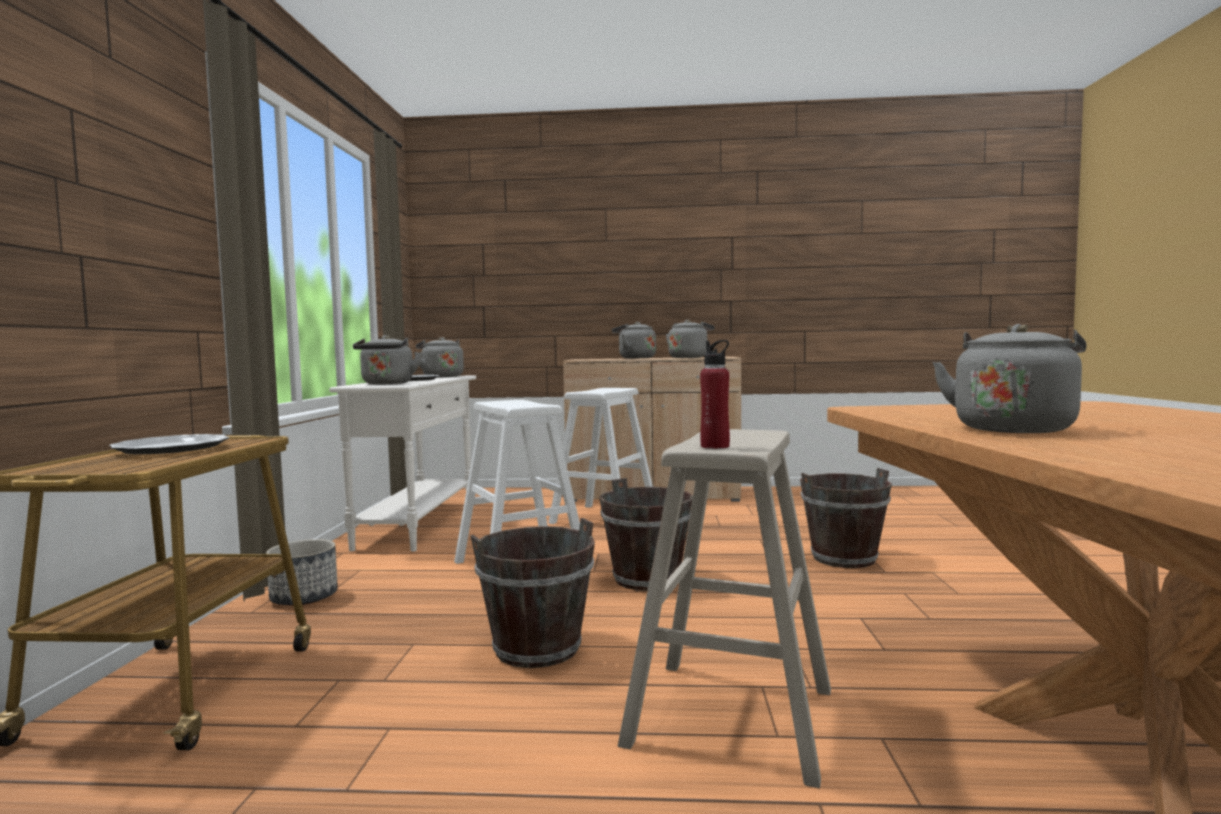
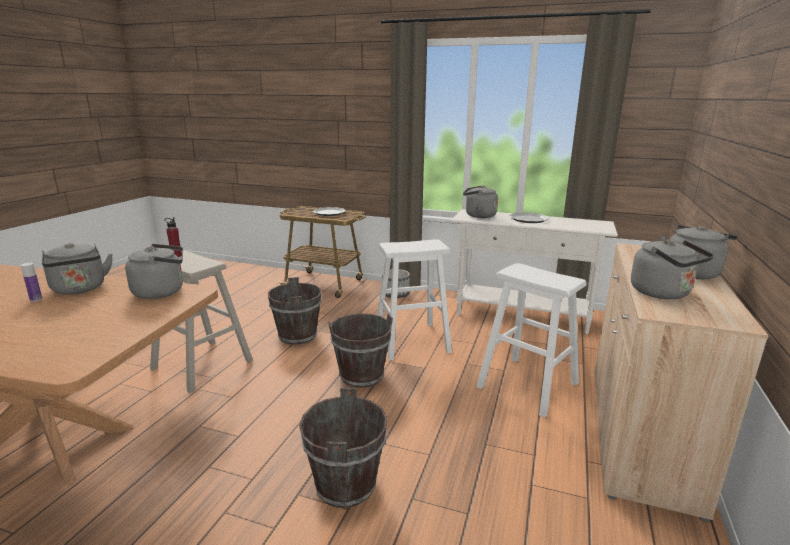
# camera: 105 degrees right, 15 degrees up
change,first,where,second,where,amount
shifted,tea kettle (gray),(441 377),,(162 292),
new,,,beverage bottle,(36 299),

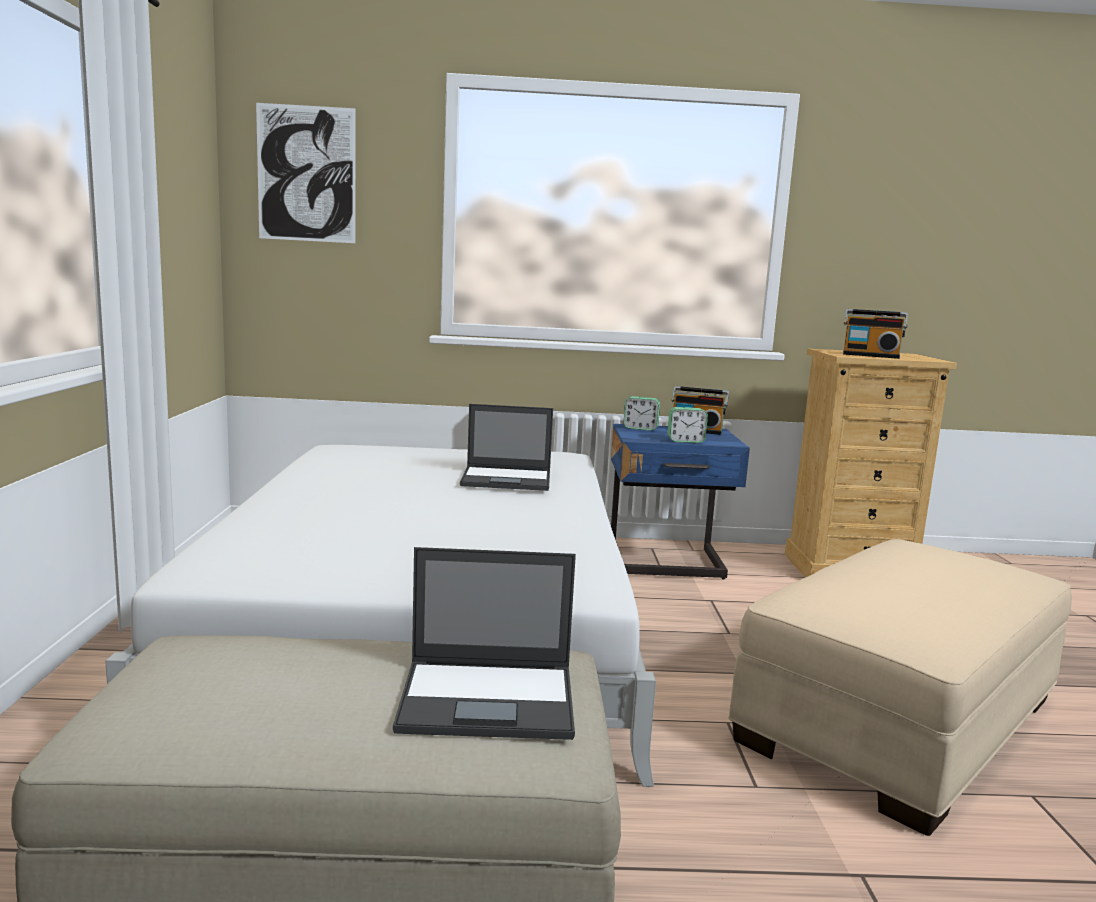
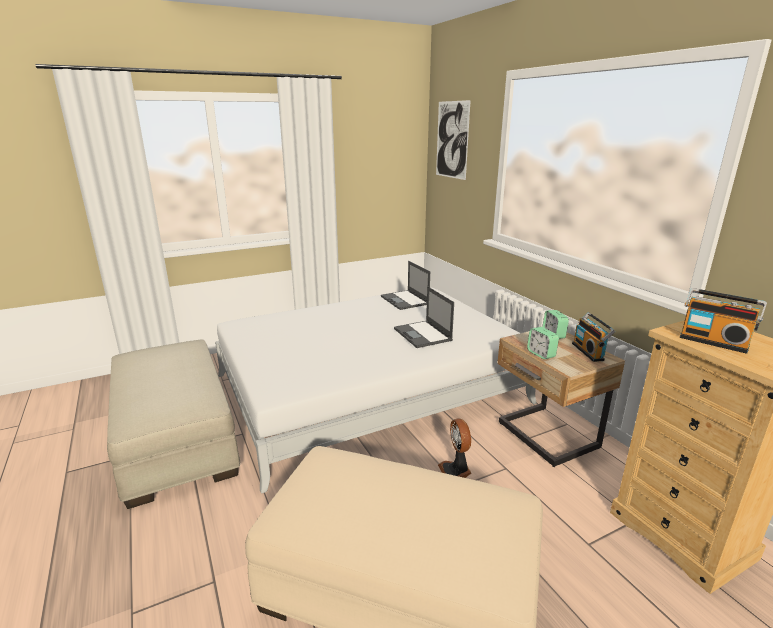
# camera: 65 degrees right, 10 degrees up
change,first,where,second,where,amount
shifted,portable computer,(490 699),,(405 300),
repainted,night table (bluish),(667 564),night table (sand-coloured),(545 436),
rotated,radio,(870 355),,(713 341),45 degrees counterclockwise
new,,,fan,(455 472),

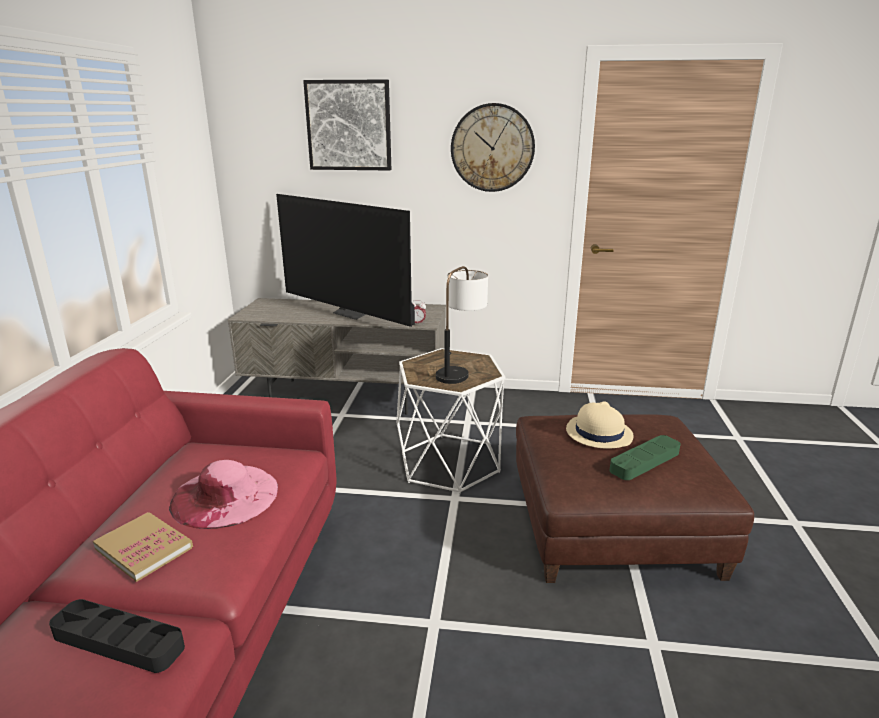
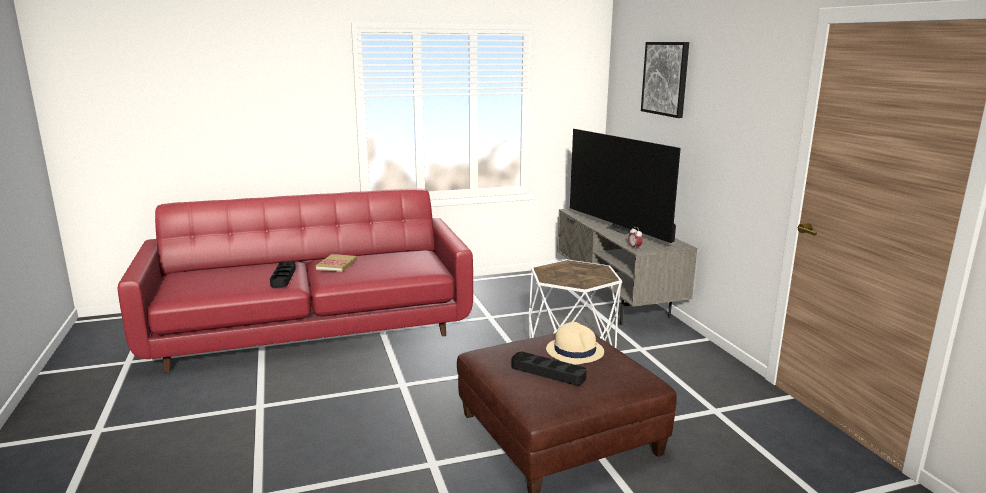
# camera: 65 degrees right, 5 degrees down
change,first,where,second,where,amount
gone,clothing hat (pink),(225 496),,,
rotated,TV set,(352 313),,(623 229),45 degrees counterclockwise
gone,tabletop lamp,(460 370),,,
gone,hanging clock,(492 148),,,
repainted,serving tray (green-coloured),(644 461),serving tray (black),(548 372),

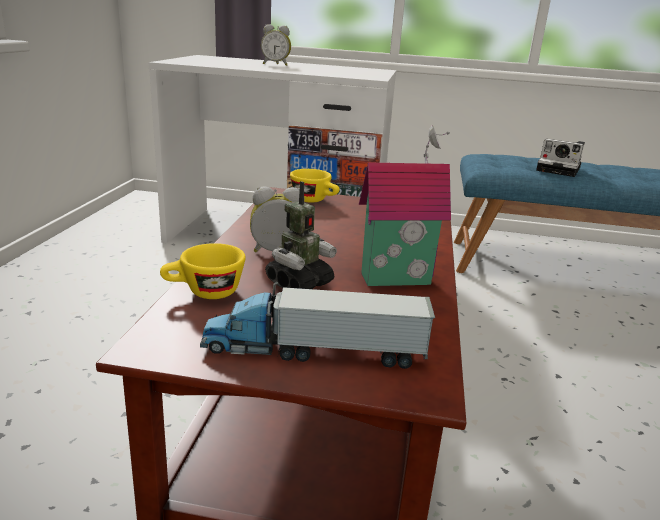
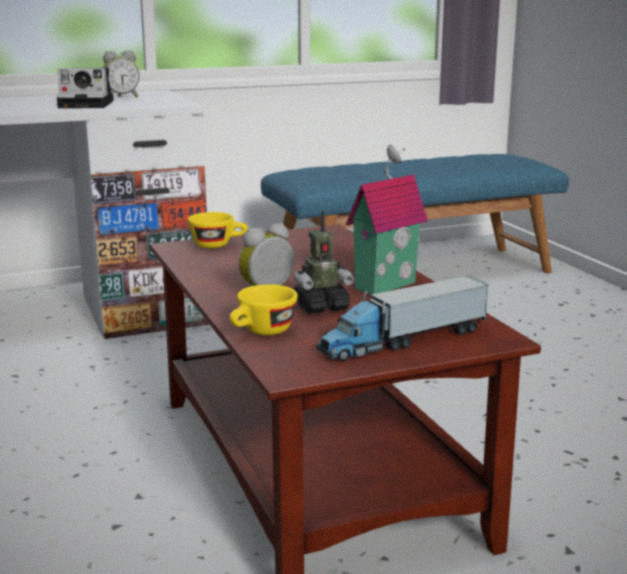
# camera: 30 degrees left, 5 degrees down
change,first,where,second,where,amount
shifted,alarm clock,(276 64),,(121 97),
rotated,model robot,(299 283),,(321 307),60 degrees clockwise
shifted,still camera,(560 169),,(89 104),

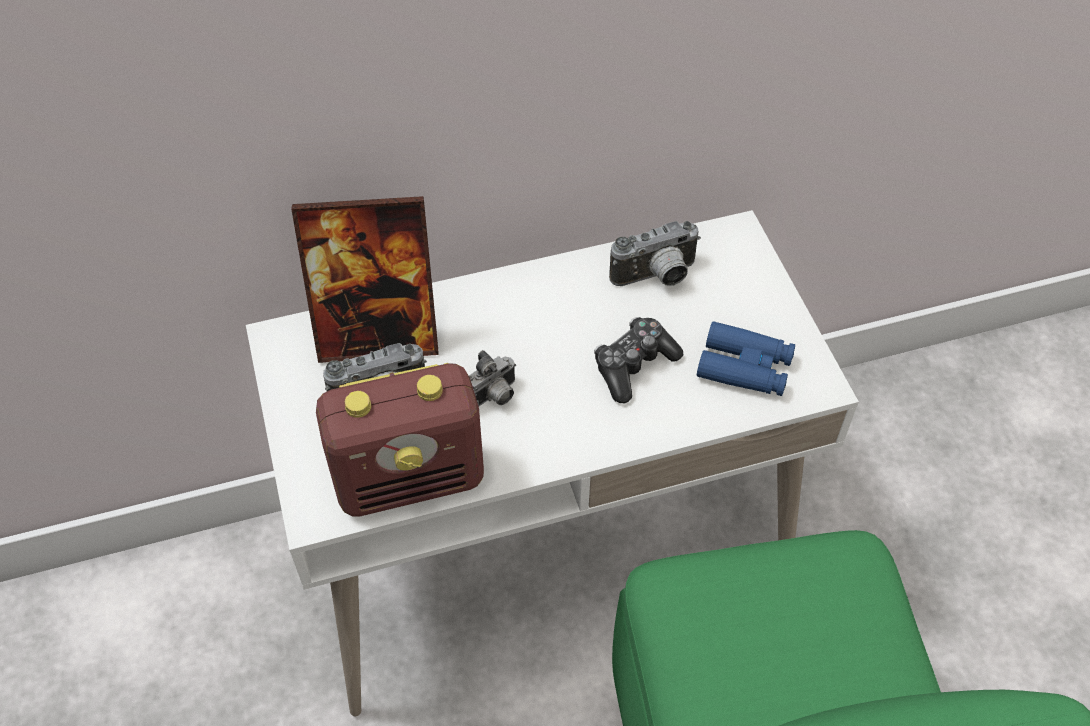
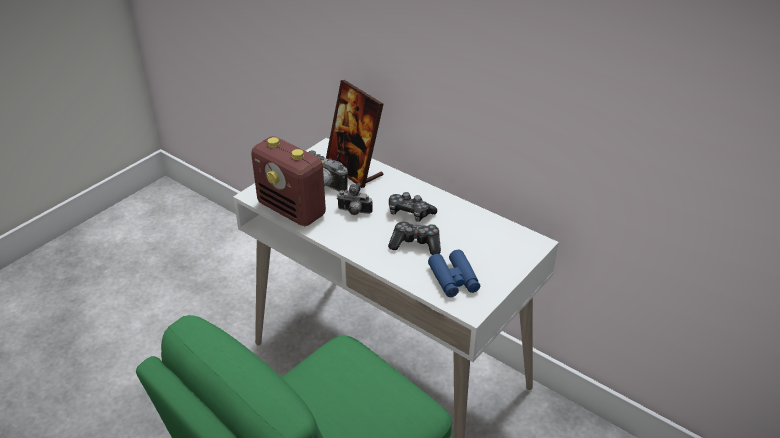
# camera: 55 degrees right, 15 degrees down
change,first,where,second,where,amount
gone,still camera,(657 277),,,
new,,,game controller,(410 213),

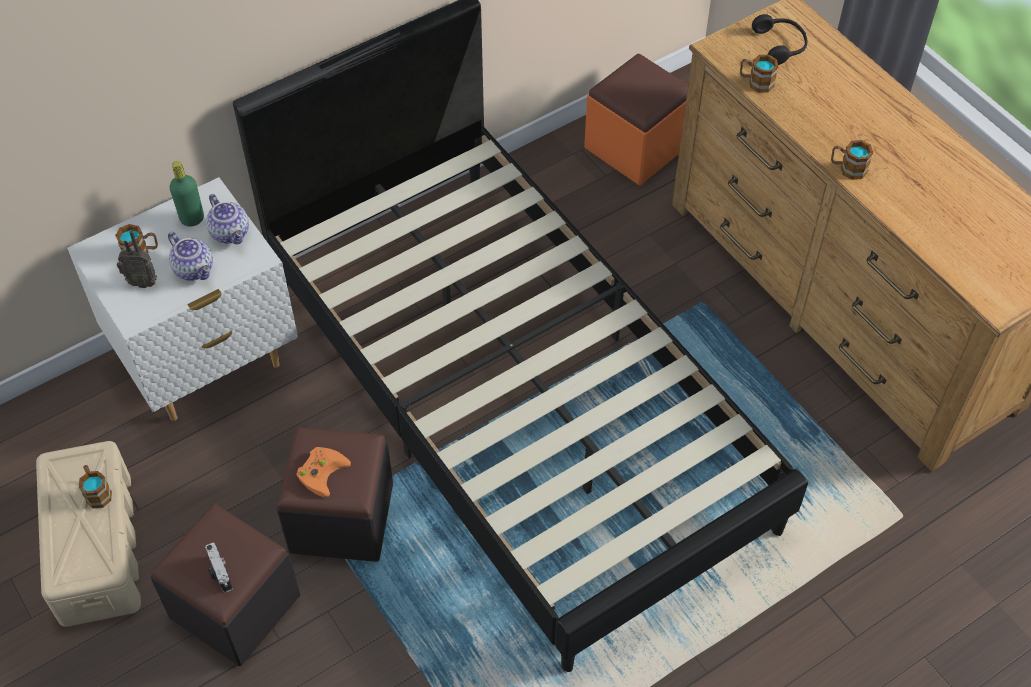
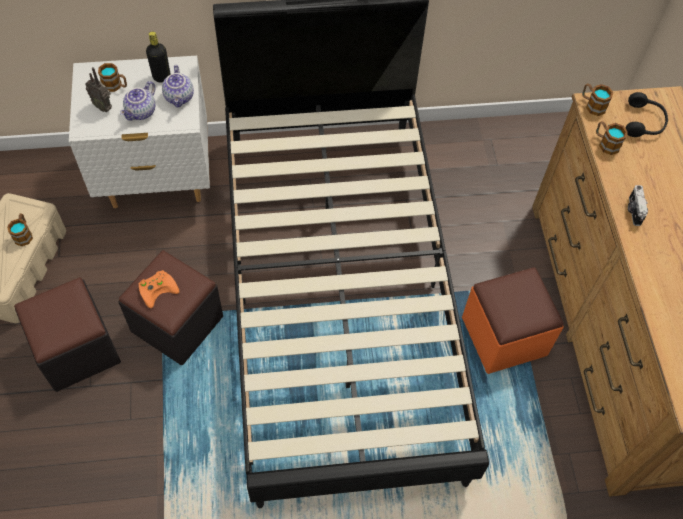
# camera: 25 degrees right, 5 degrees up
change,first,where,second,where,amount
rotated,tea pot,(195 269),,(141 112),45 degrees clockwise
repainted,beverage bottle (green-coloured),(192 219),beverage bottle (black),(161 77),
shifted,still camera,(219 574),,(633 211),
shifted,pouffe (orange),(636 147),,(504 336),
shifted,tea mug,(847 168),,(592 105),

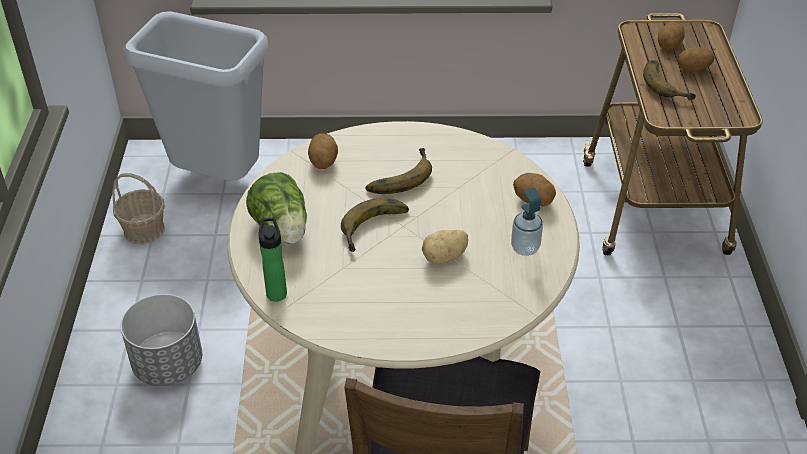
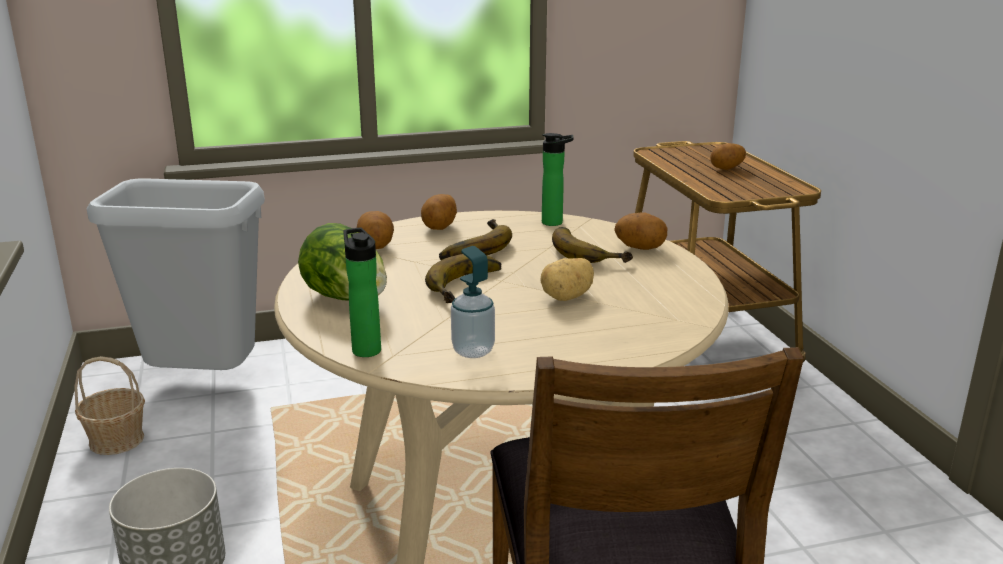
# camera: 15 degrees left, 20 degrees down
change,first,where,second,where,amount
shifted,liquid soap bottle,(525 248),,(473 351),
shifted,whole banana,(668 83),,(589 251),
shifted,whole potato,(669 46),,(440 227),
new,,,beverage bottle,(555 222),

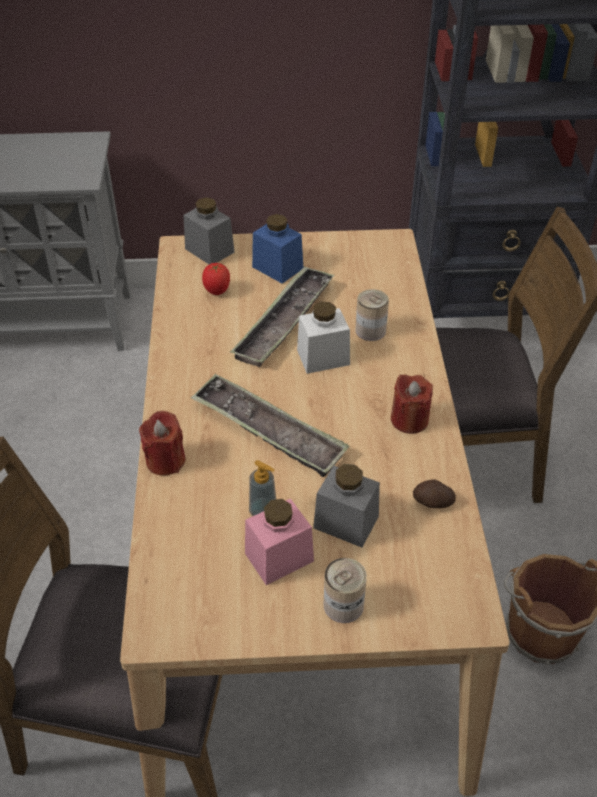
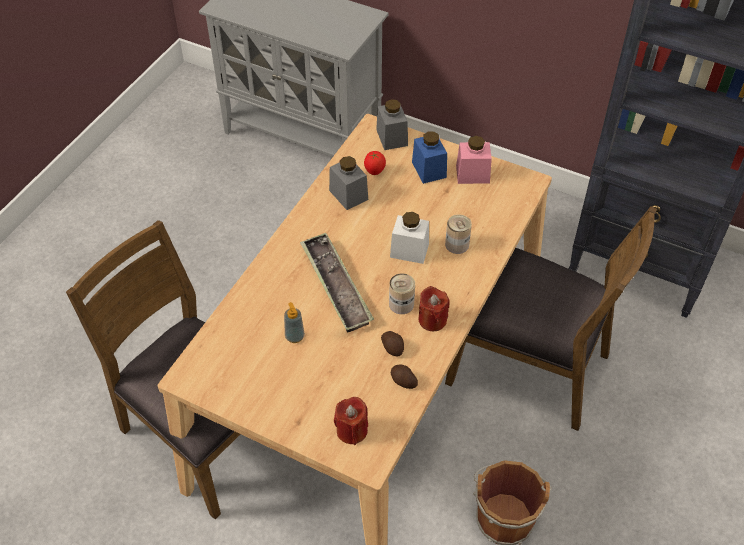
# camera: 30 degrees right, 5 degrees up
change,first,where,second,where,amount
shifted,candle (red),(165 460),,(352 430),
gone,serving tray,(284 322),,,
shifted,storage jar (pink),(279 557),,(472 174),
shifted,storage jar (gray),(346 522),,(348 195),
shifted,metal can,(343 605),,(401 304),
new,,,whole potato,(392 347),

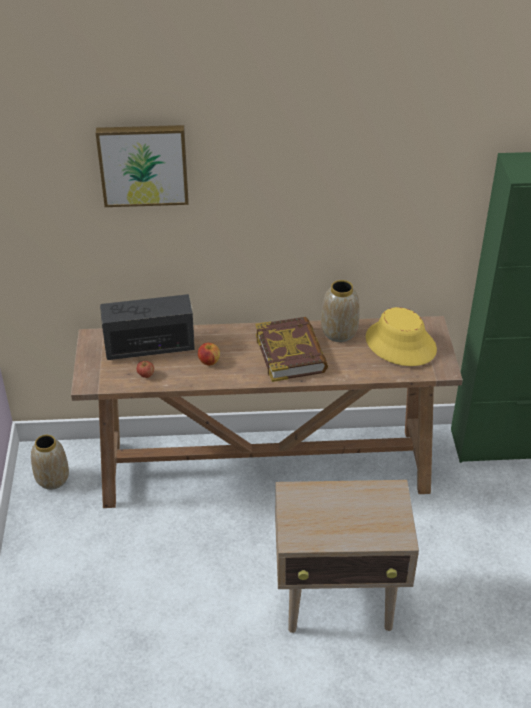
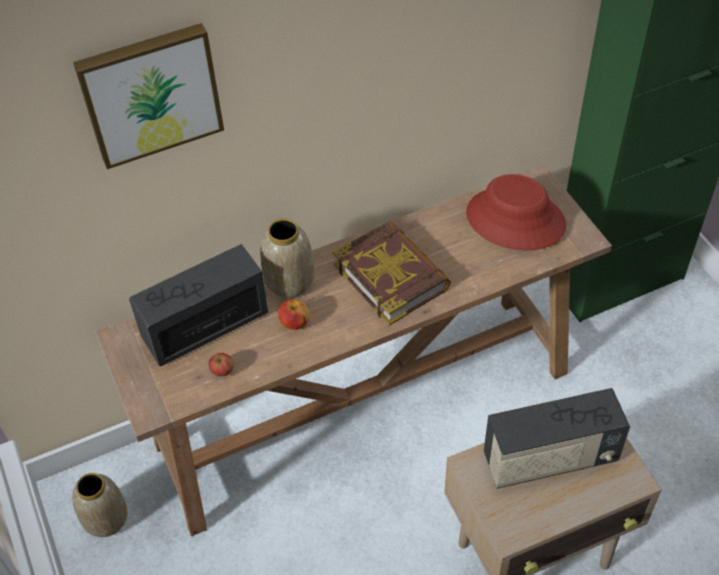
# camera: 20 degrees left, 10 degrees up
change,first,where,second,where,amount
shifted,decorative vase,(339 332),,(290 282),
repainted,clothing hat (yellowish),(400 344),clothing hat (red),(515 220),
new,,,radio,(549 459),

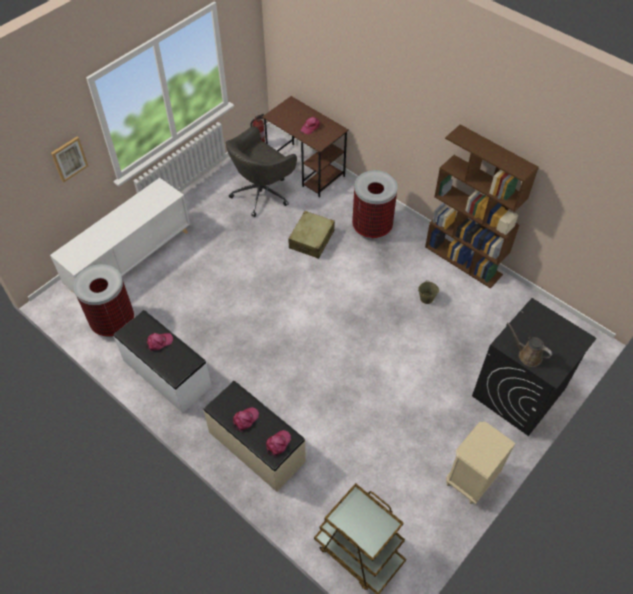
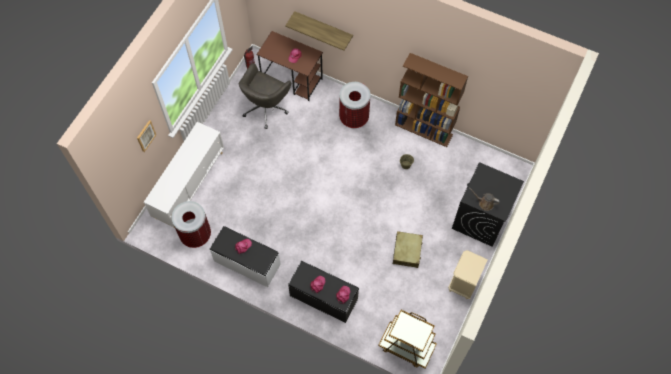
# camera: 15 degrees left, 10 degrees up
change,first,where,second,where,amount
repainted,bench (sand-coloured),(256 447),bench (black),(323 298),
shifted,travel case (sand-coloured),(311 240),,(407 251),
new,,,wall shelf,(323 27),

